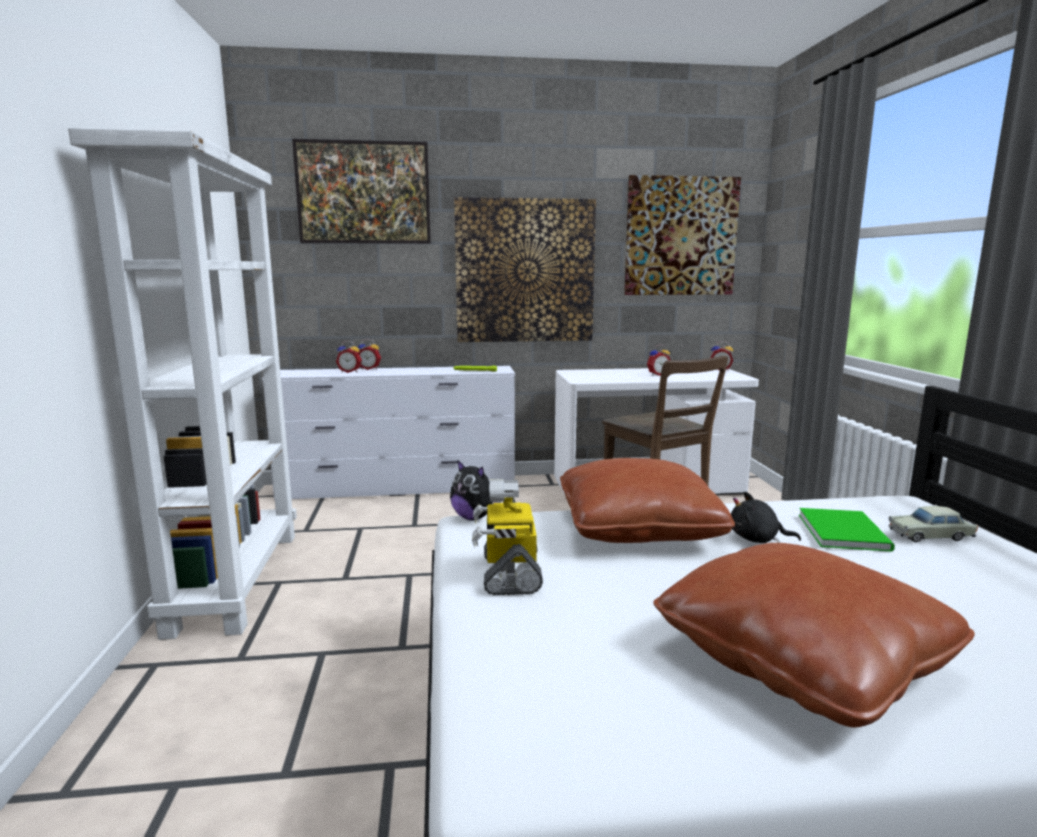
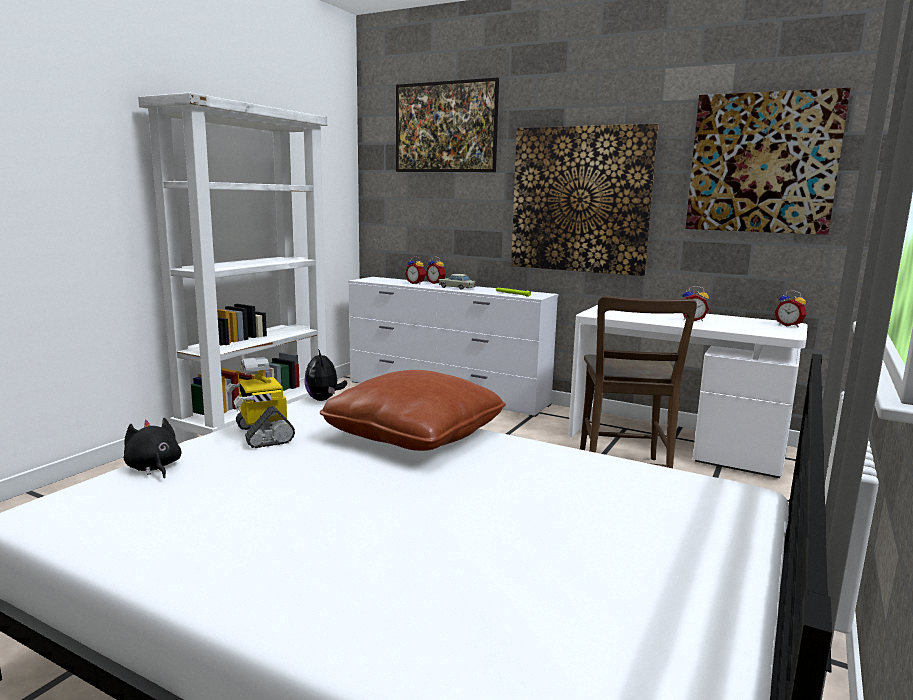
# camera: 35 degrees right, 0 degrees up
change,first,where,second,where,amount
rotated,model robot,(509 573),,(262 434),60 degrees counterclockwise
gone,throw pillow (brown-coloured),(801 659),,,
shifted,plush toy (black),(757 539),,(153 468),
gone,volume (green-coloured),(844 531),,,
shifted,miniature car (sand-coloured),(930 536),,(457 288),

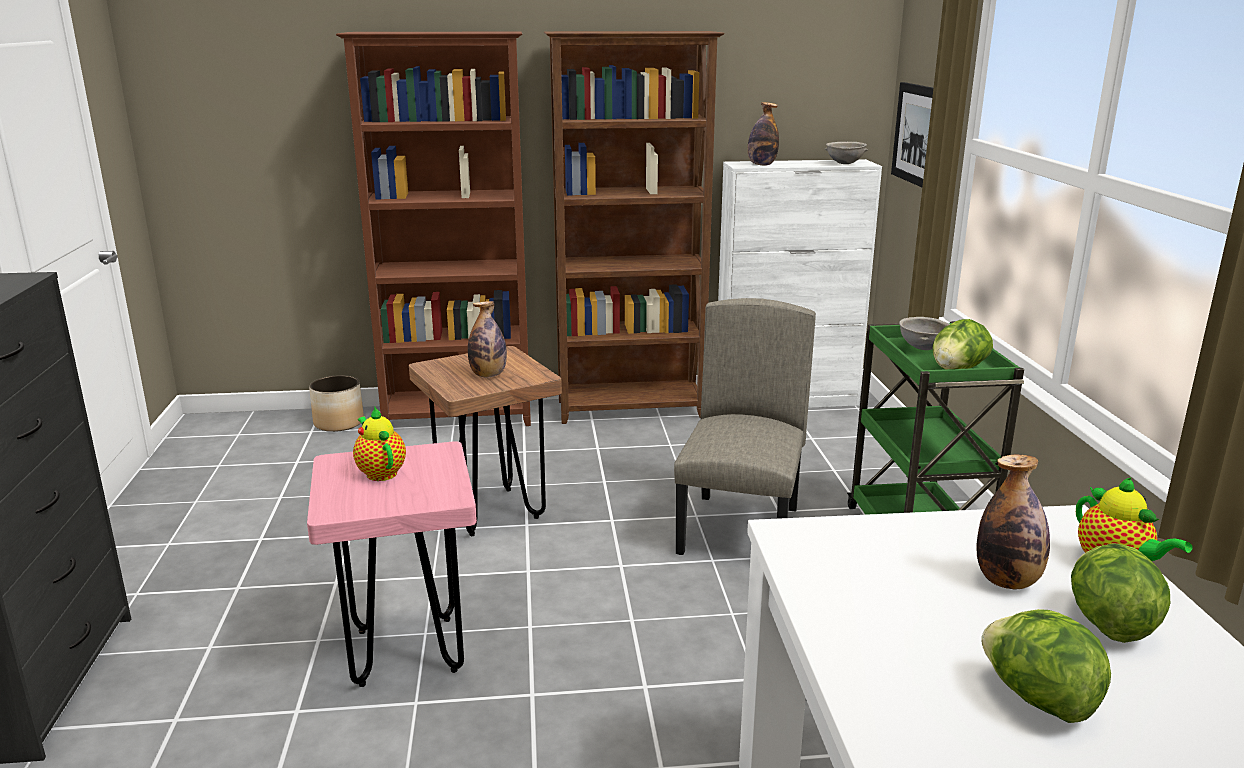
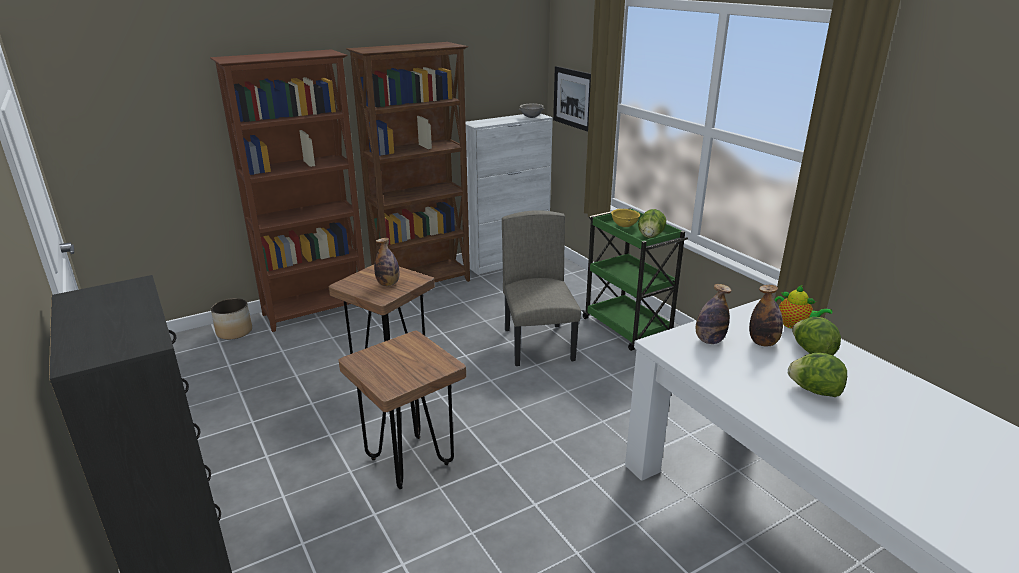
# camera: 25 degrees left, 5 degrees up
change,first,where,second,where,amount
repainted,stool seat (pink),(407 650),stool seat (brown-coloured),(410 461),
gone,tea pot,(380 472),,,
shifted,beverage bottle,(761 164),,(709 340),
repainted,bowl (gray),(924 348),bowl (yellowish),(624 226),

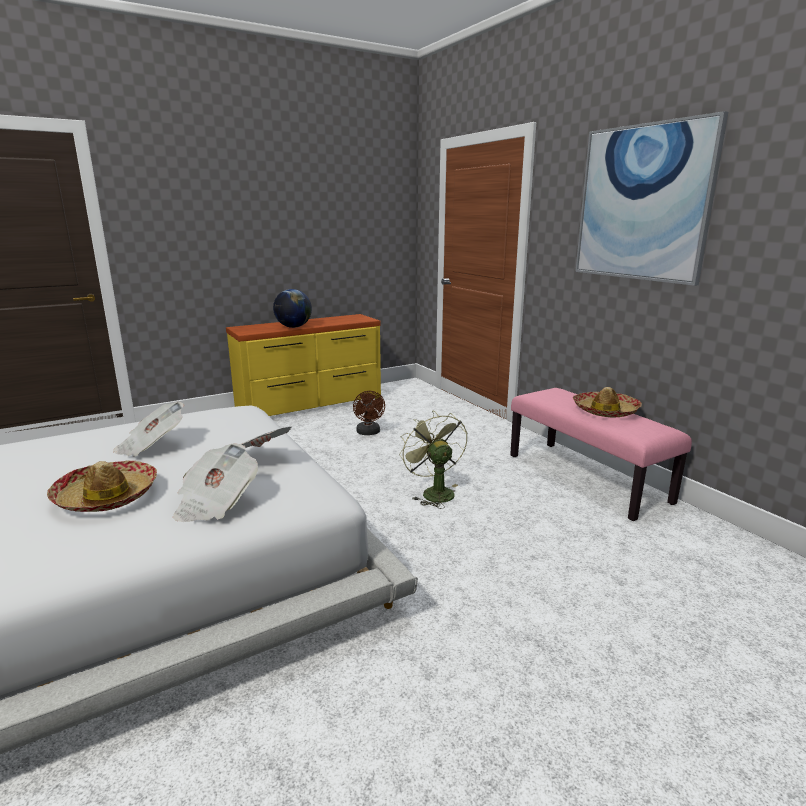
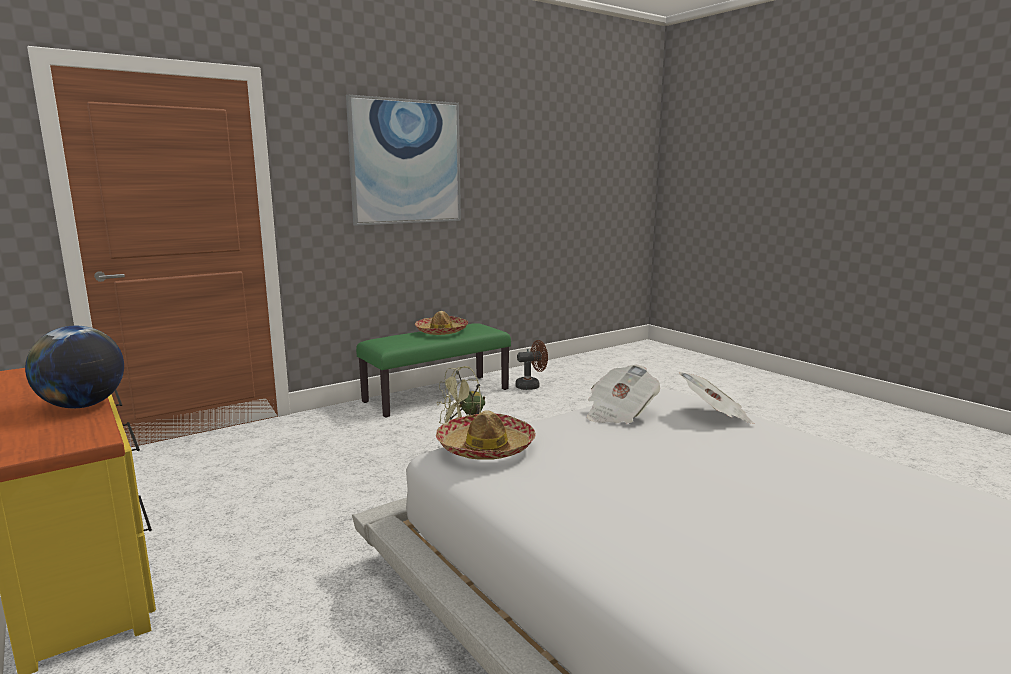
# camera: 95 degrees left, 5 degrees down
change,first,where,second,where,amount
shifted,clothing hat,(107 496),,(486 448),
gone,printed paper,(151 446),,,
shifted,fan (brown-coloured),(369 433),,(531 386),
repainted,bench (pink),(587 478),bench (green-coloured),(437 395),

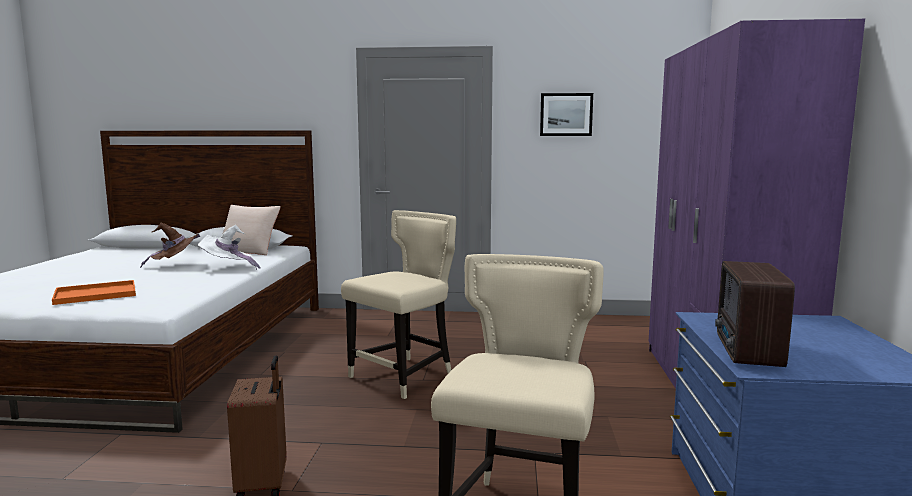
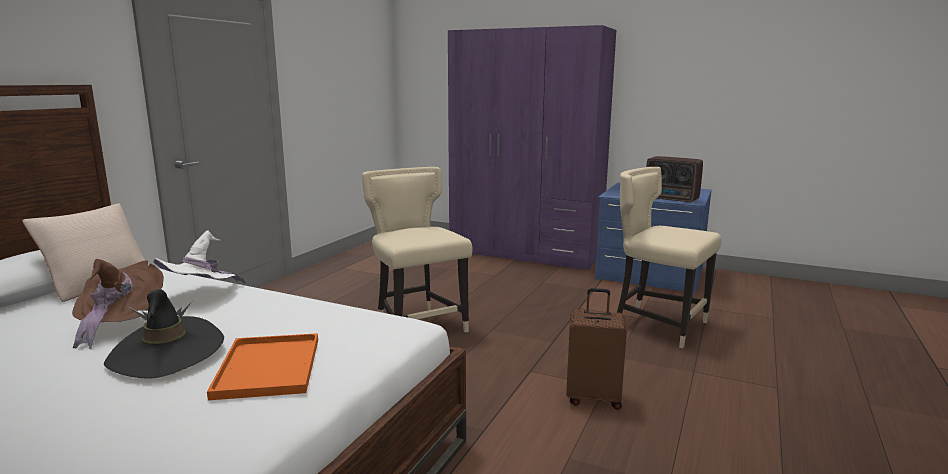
# camera: 70 degrees left, 5 degrees up
change,first,where,second,where,amount
gone,wall picture,(566 114),,,
new,,,clothing hat (black),(166 353),

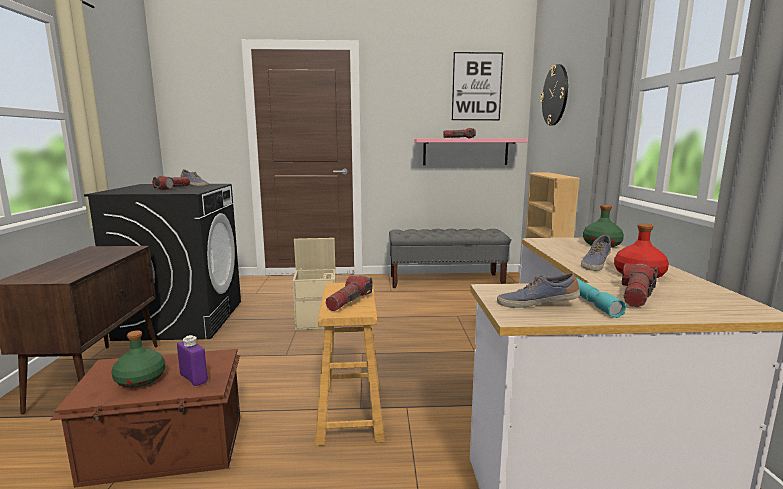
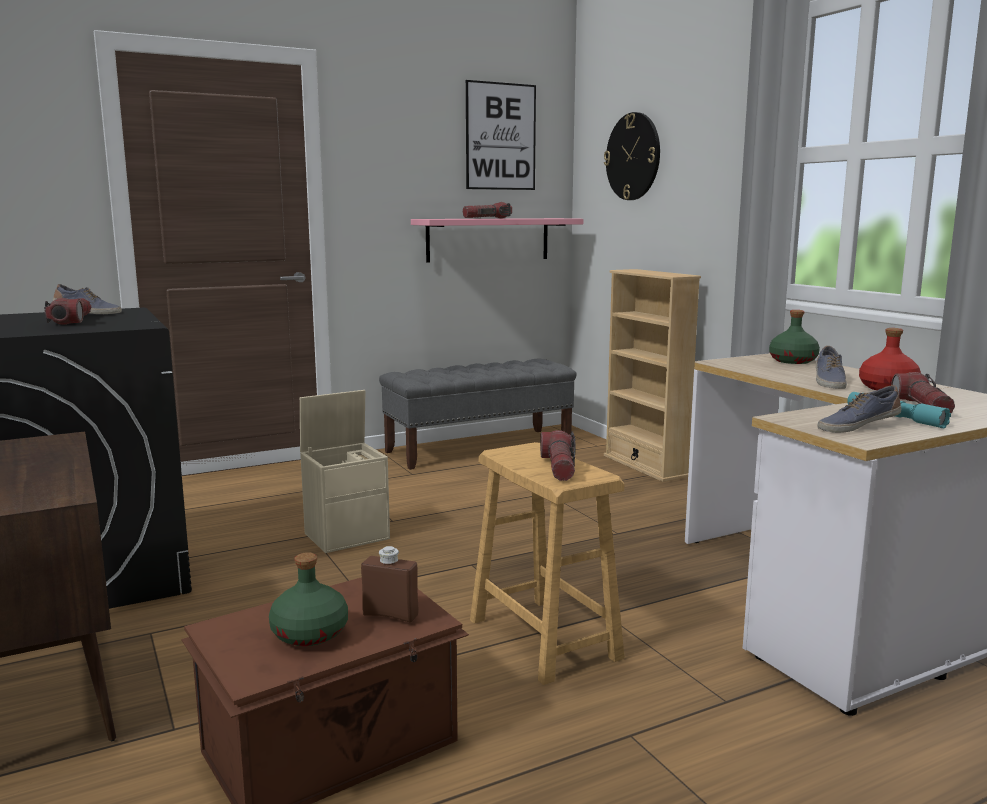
# camera: 25 degrees left, 0 degrees up
change,first,where,second,where,amount
repainted,beverage bottle (purplish),(193 378),beverage bottle (brown-coloured),(390 615),

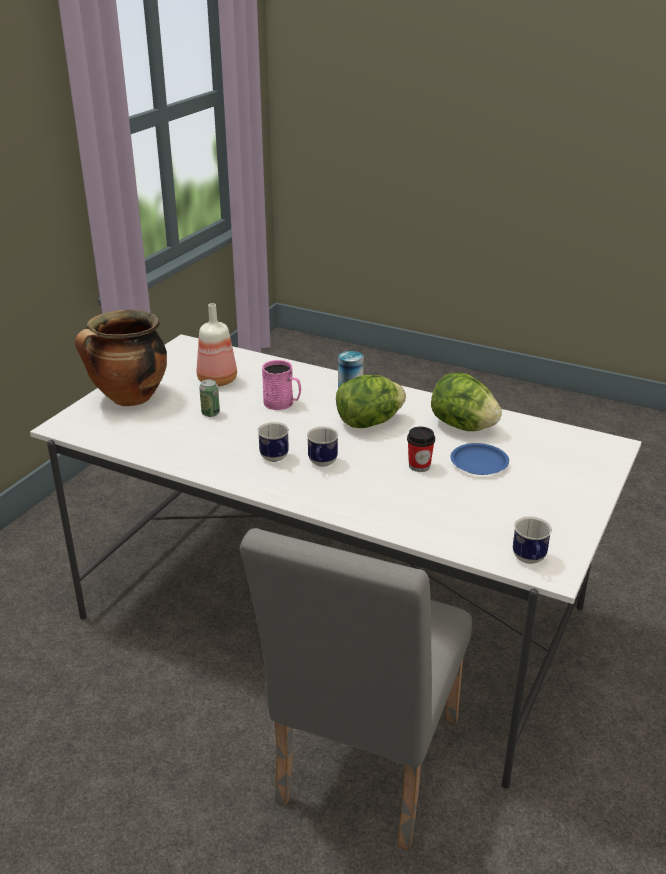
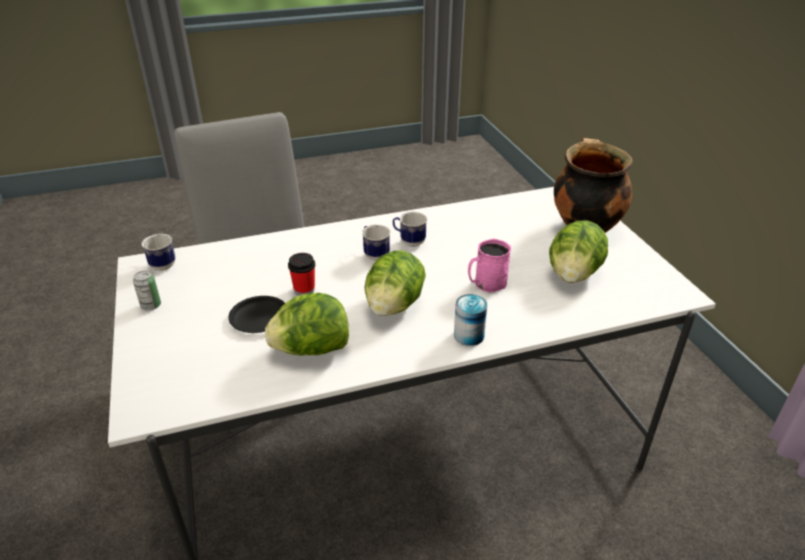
# camera: 135 degrees right, 5 degrees up
change,first,where,second,where,amount
swapped,beverage bottle,(216 380),lettuce,(574 274),
shifted,metal can,(210 413),,(151 305),
repainted,dinner plate (bluish),(478 463),dinner plate (black),(260 318),

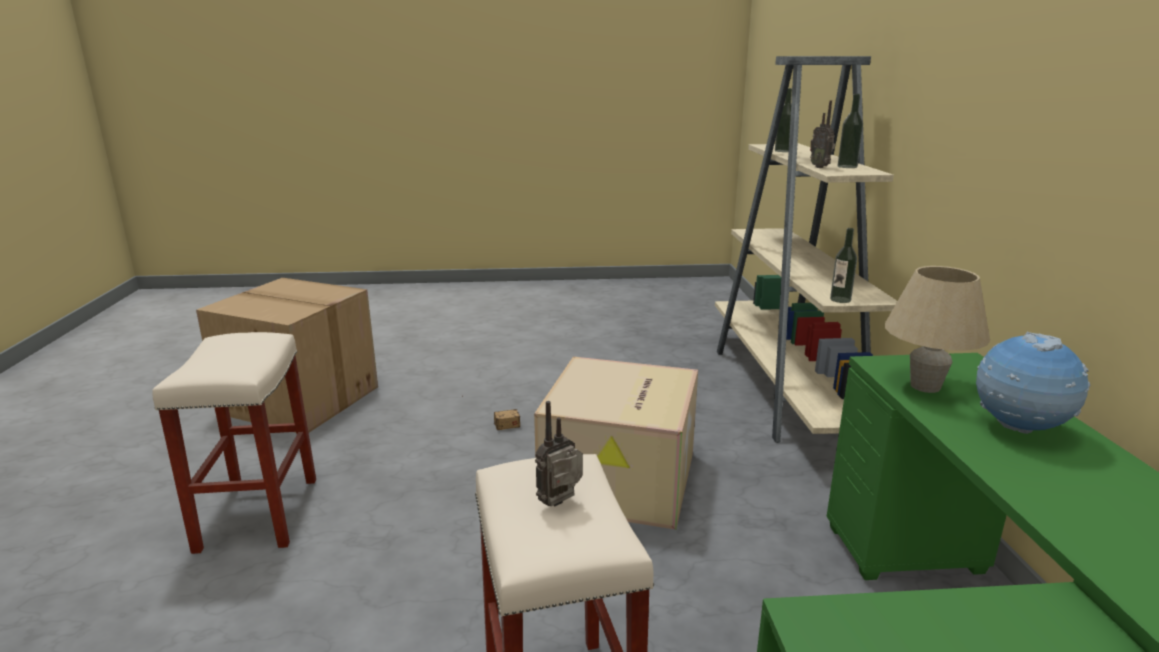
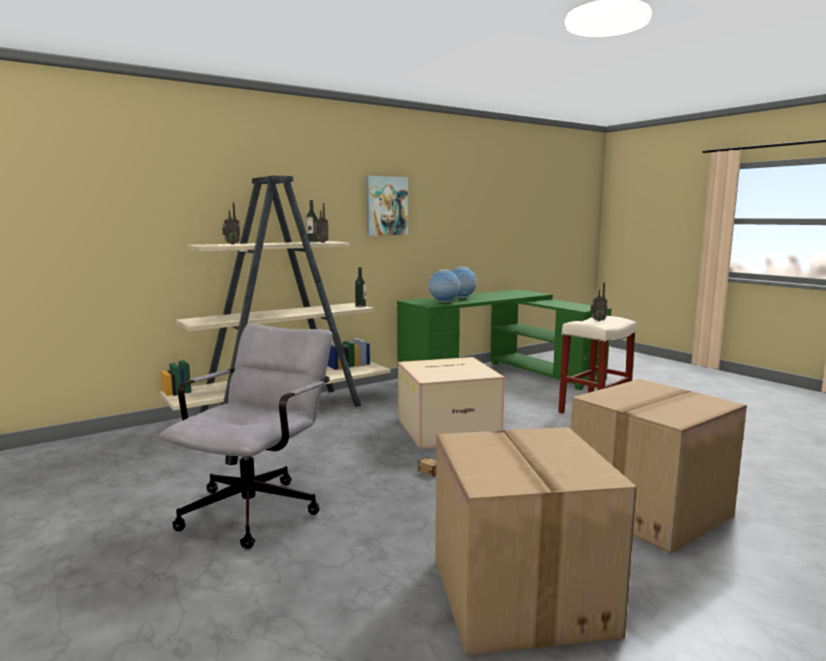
# camera: 120 degrees left, 10 degrees down
change,first,where,second,where,amount
swapped,stool seat (sand-coloured),(258 513),packing box,(649 510),
gone,beverage bottle,(782 151),,,
swapped,tabletop lamp (sand-coloured),(925 386),globe,(444 302),
new,,,computer chair (gray),(258 506),
new,,,radio,(231 244),
new,,,wall picture,(386 206),

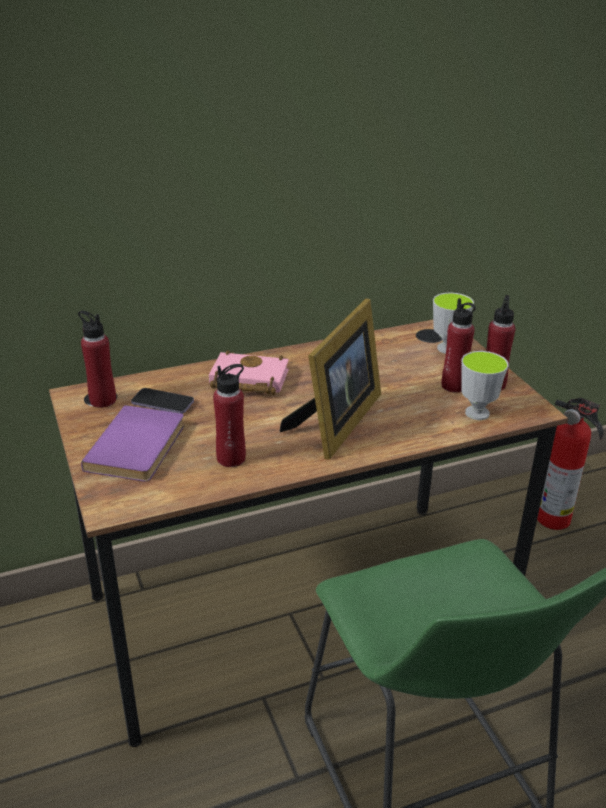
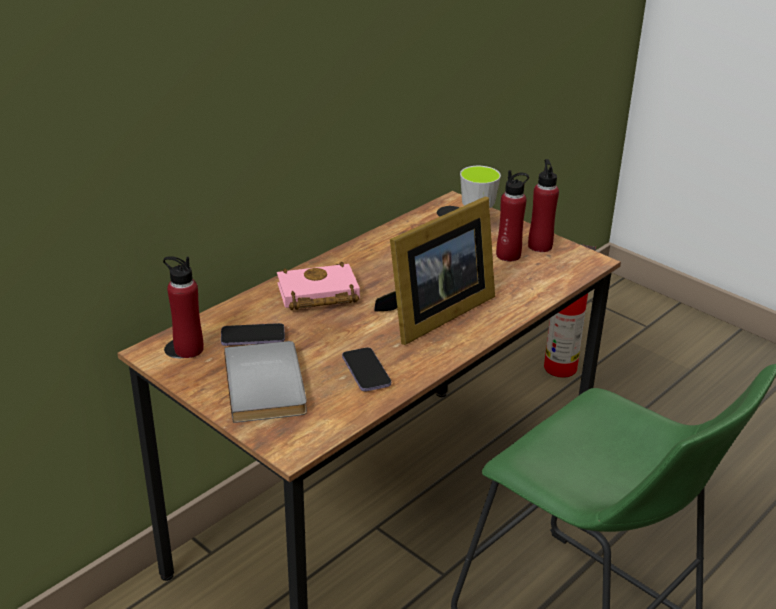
# camera: 25 degrees left, 0 degrees up
change,first,where,second,where,amount
repainted,volume (purplish),(140 447),volume (gray),(269 384),
swapped,beverage bottle (red),(231 458),telephone,(366 371),
rotated,picture frame,(336 423),,(434 314),45 degrees clockwise
gone,drinking cup,(477 413),,,

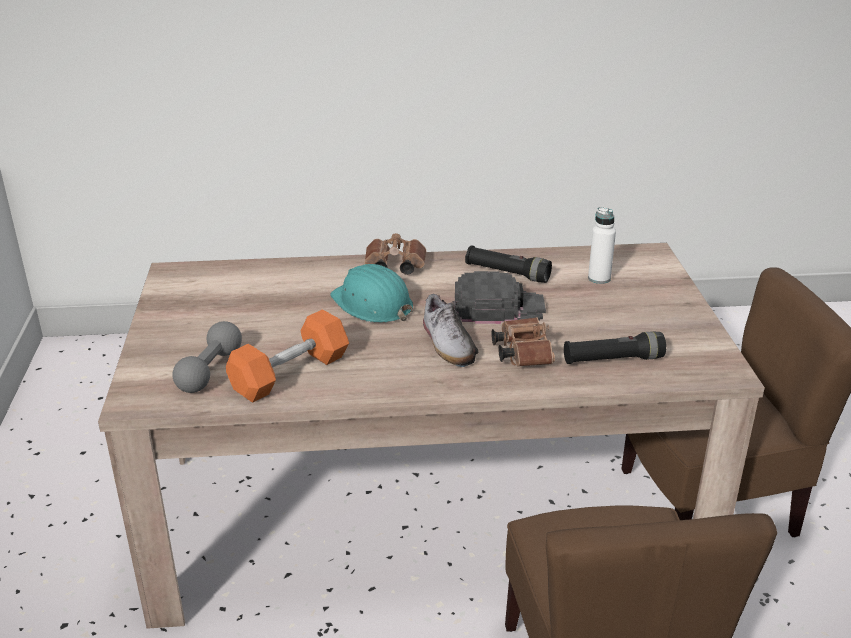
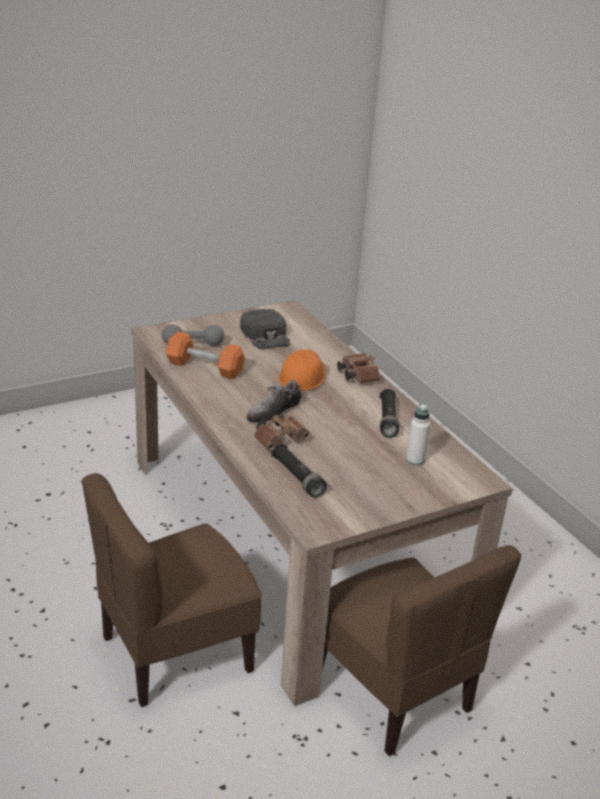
# camera: 65 degrees right, 0 degrees up
change,first,where,second,where,amount
repainted,hard hat (blue-green),(372 304),hard hat (orange),(302 377),
shifted,cap (black),(498 307),,(265 335),

